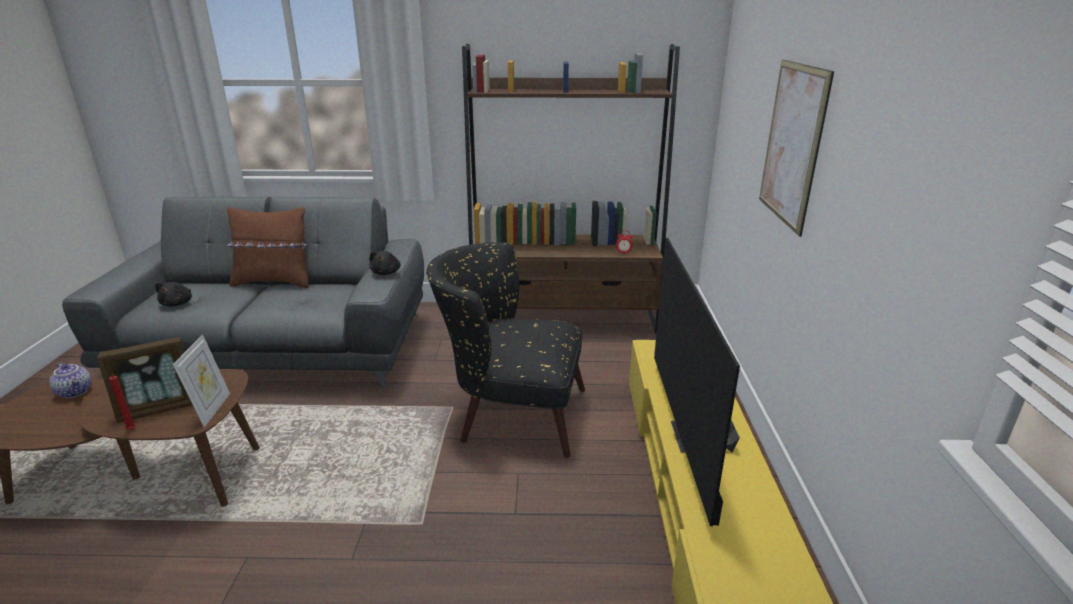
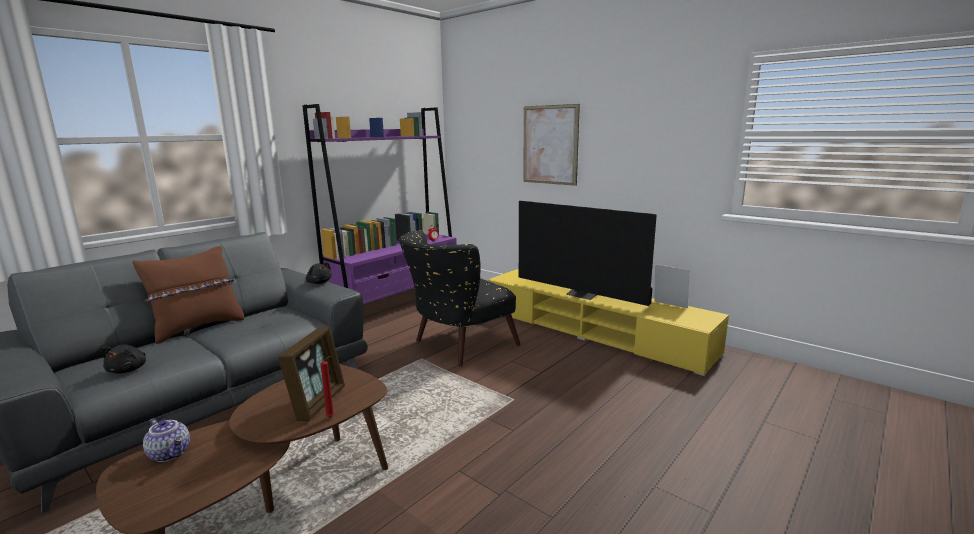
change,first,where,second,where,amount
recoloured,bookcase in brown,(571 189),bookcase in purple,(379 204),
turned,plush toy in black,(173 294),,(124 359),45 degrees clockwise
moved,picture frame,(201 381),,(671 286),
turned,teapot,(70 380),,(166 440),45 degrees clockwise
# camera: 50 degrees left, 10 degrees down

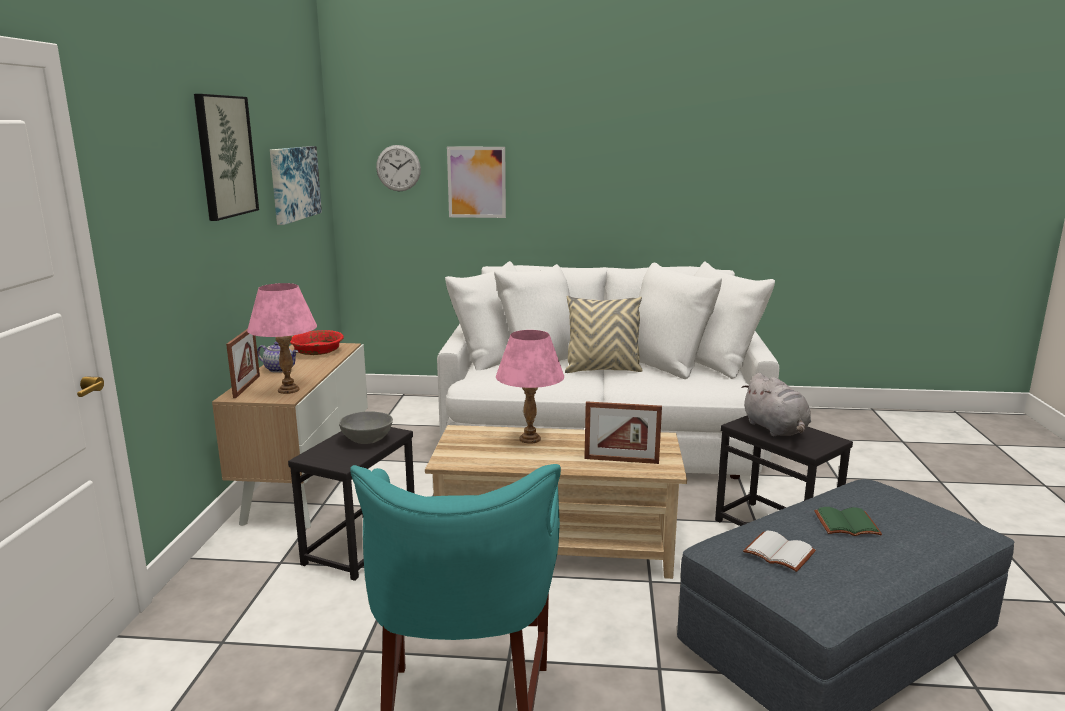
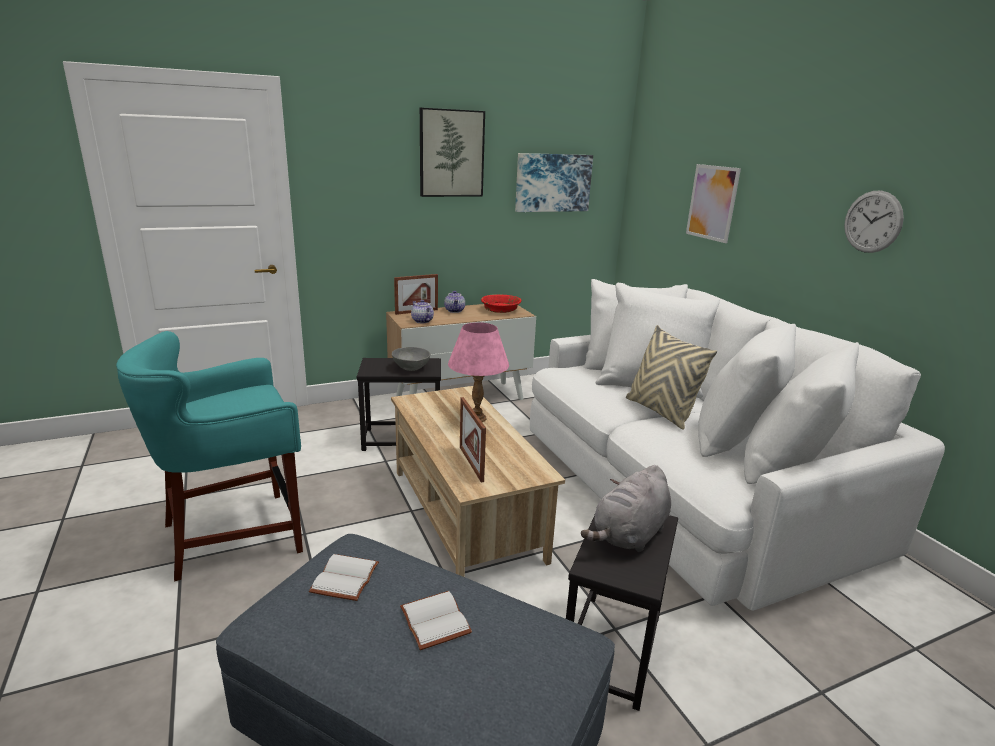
change,first,where,second,where,amount
moved,wall clock,(398 168),,(874 222),
replaced,table lamp in pink,(282 338),teapot,(422 311),
recoloured,book in green,(848 521),book in white,(436 620),
# camera: 60 degrees right, 5 degrees up

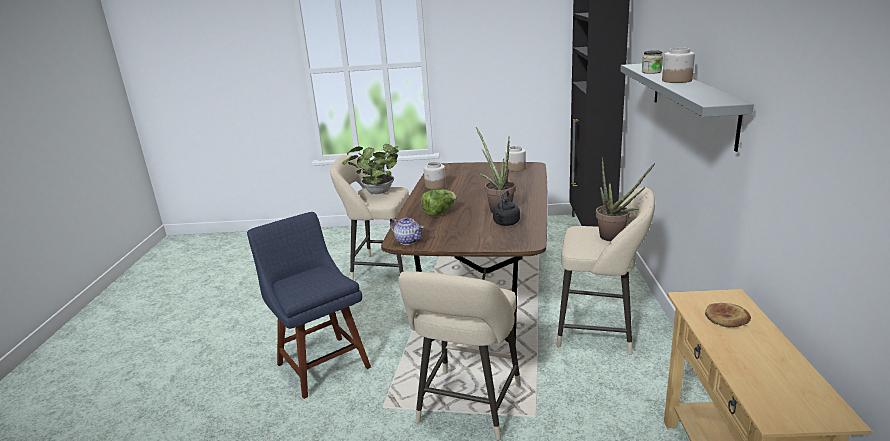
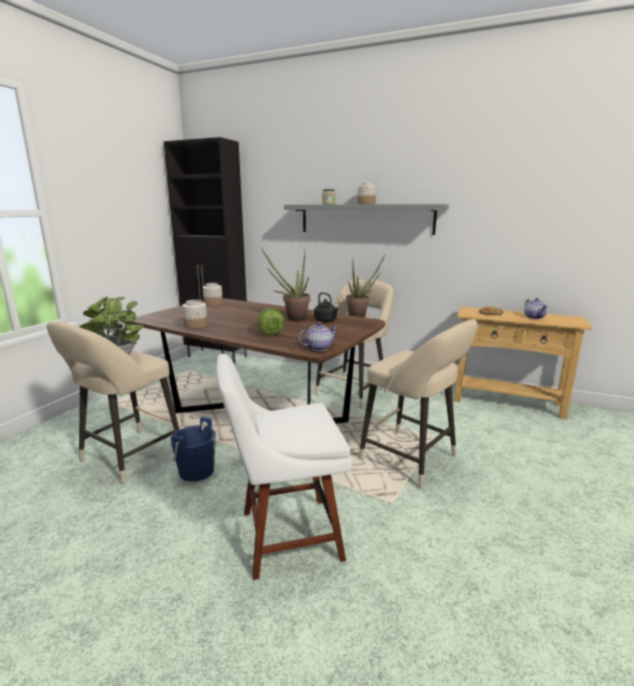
change,first,where,second,where,amount
recoloured,chair in blue,(309 305),chair in white,(284 467),
added,,,teapot,(536 308),
added,,,bucket in blue,(193 449),
# camera: 70 degrees left, 5 degrees down

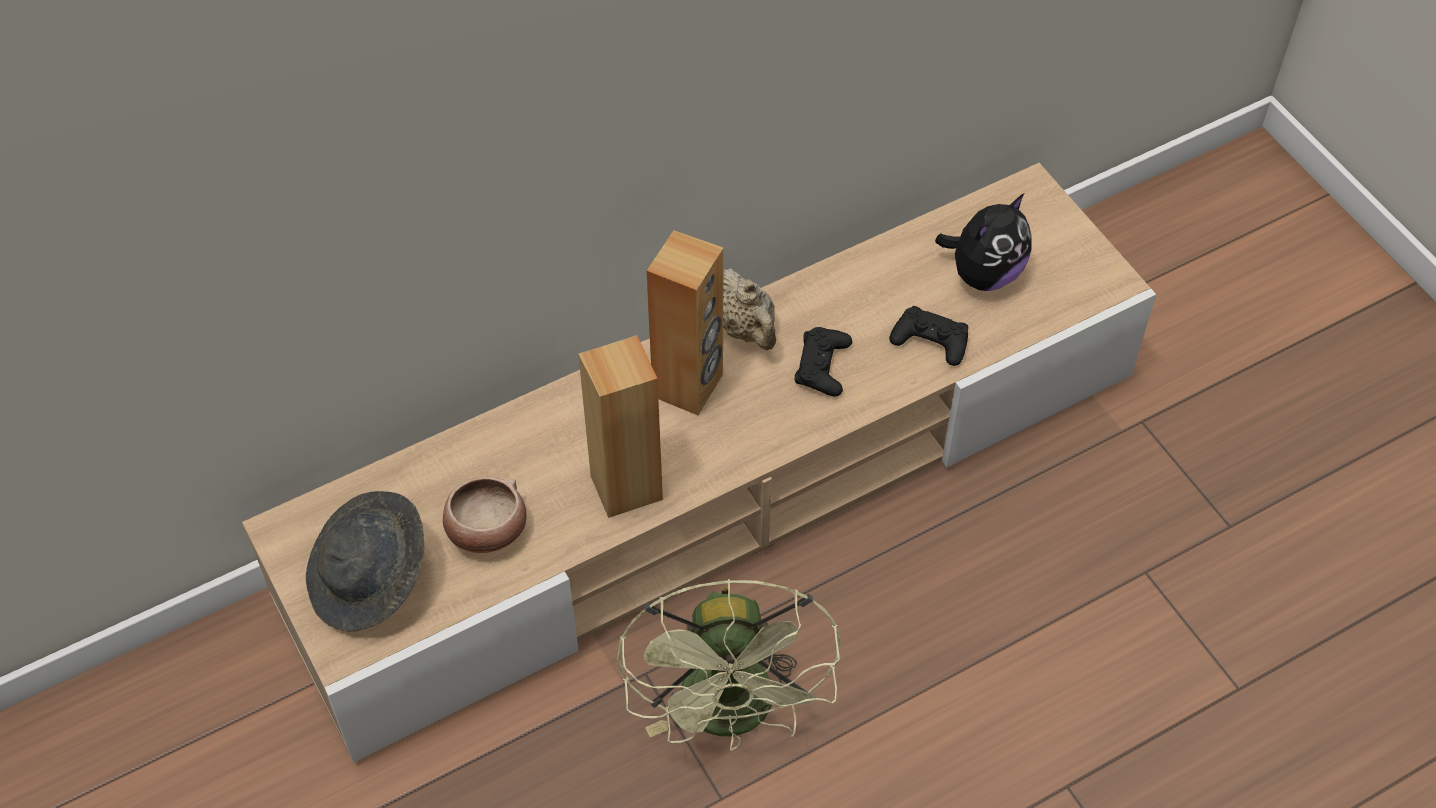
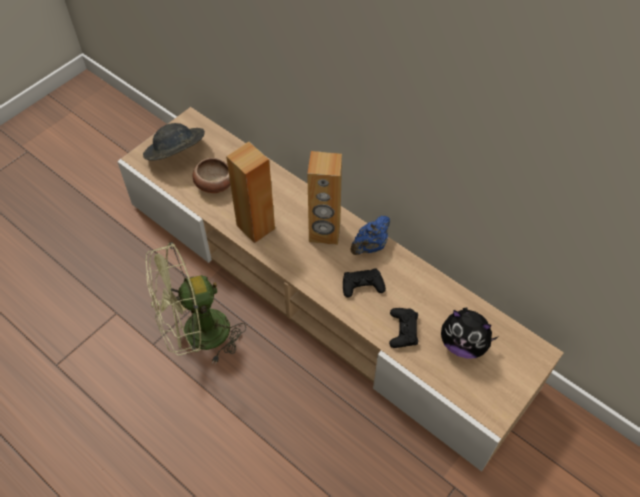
change,first,where,second,where,amount
recoloured,teapot in beige,(749 309),teapot in blue,(370 235),
# camera: 70 degrees right, 0 degrees up

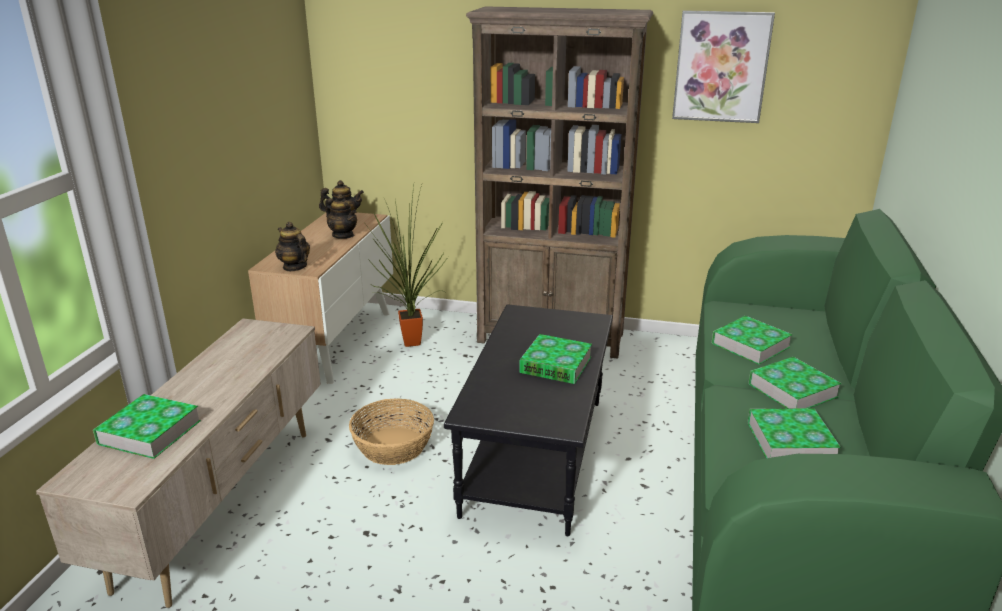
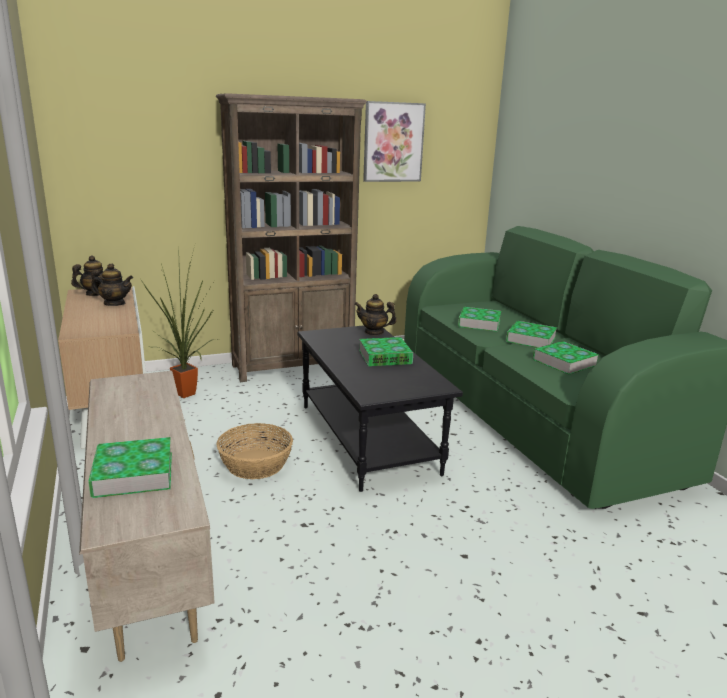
change,first,where,second,where,amount
moved,teapot,(292 246),,(376 315),
# camera: 35 degrees left, 5 degrees down

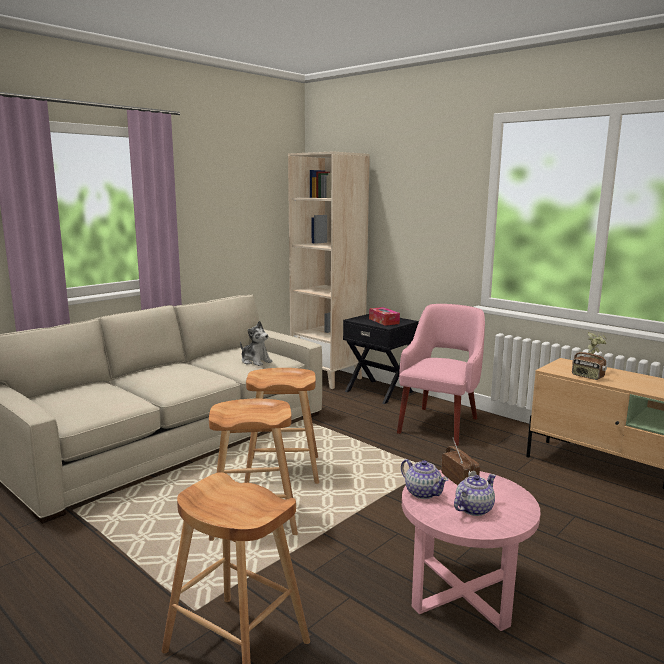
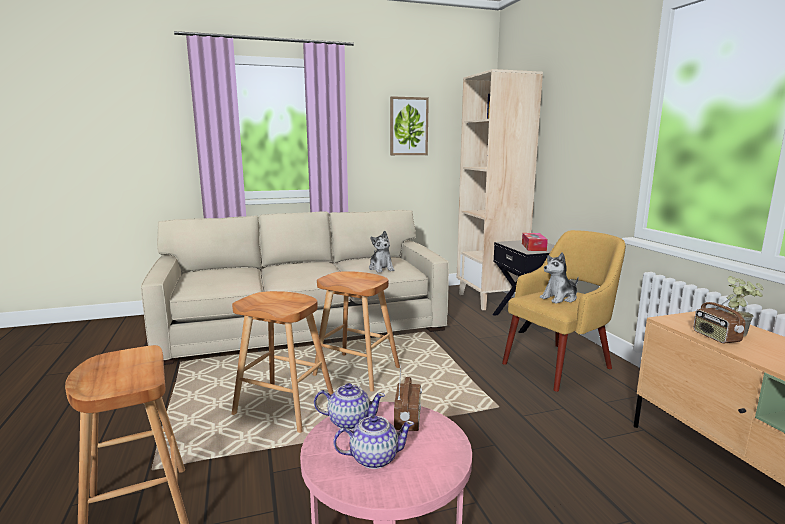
change,first,where,second,where,amount
recoloured,armchair in pink,(441 375),armchair in yellow,(564 311),
turned,teapot,(425 479),,(349 406),75 degrees counterclockwise
added,,,picture,(409 125),
added,,,plush toy,(559 278),
# camera: 30 degrees right, 0 degrees up

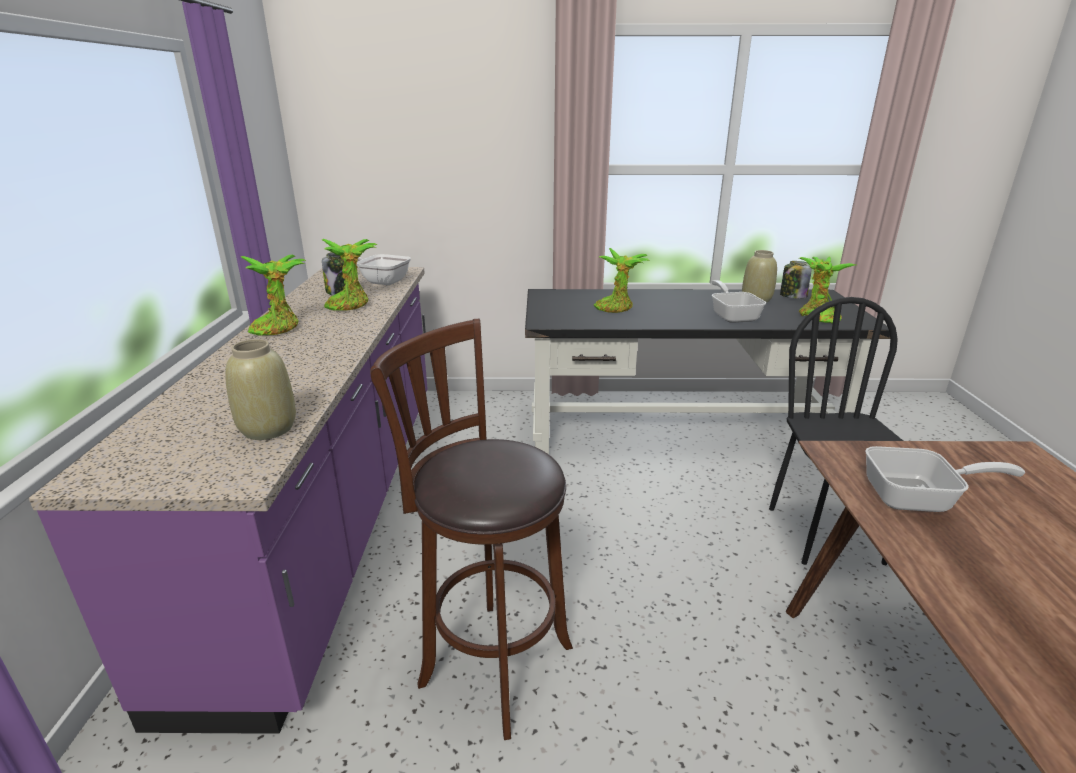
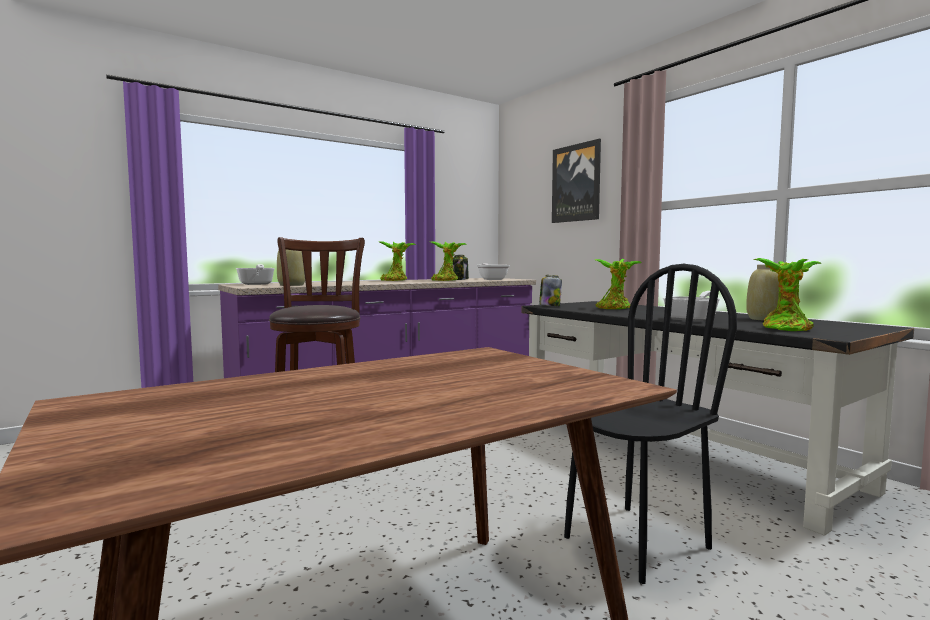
change,first,where,second,where,amount
moved,jar,(796 280),,(550 290),
moved,frying pan,(945 479),,(255 274),
added,,,picture,(576 181),
# camera: 55 degrees right, 20 degrees down

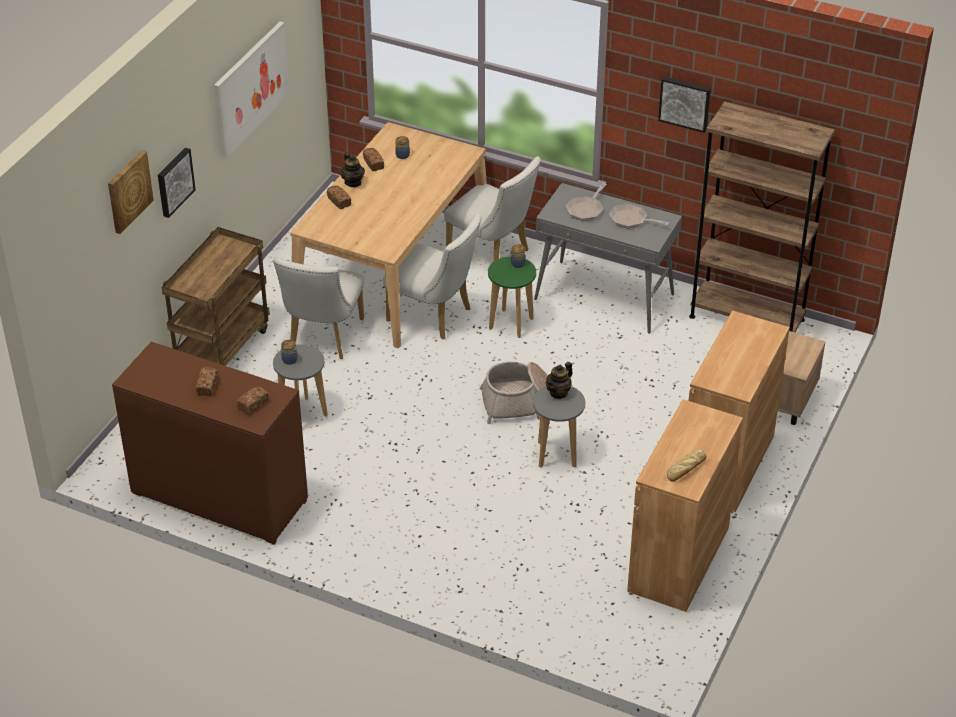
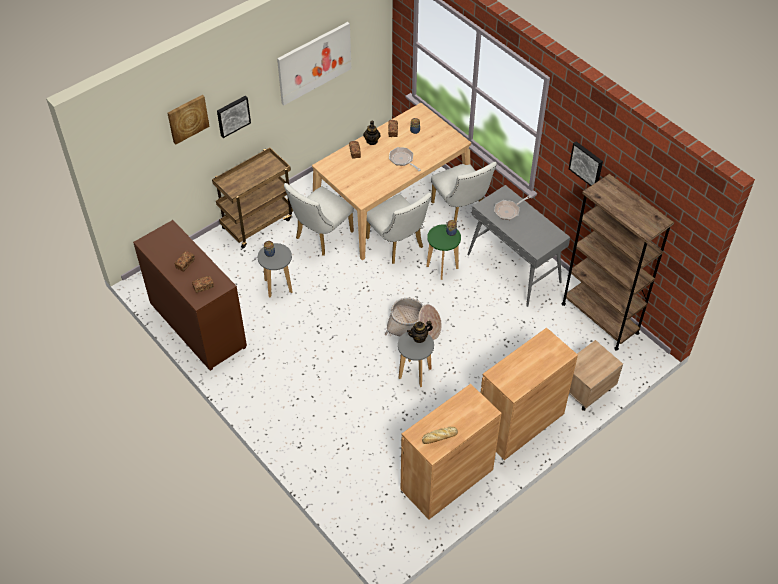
change,first,where,second,where,amount
moved,frying pan,(639 216),,(405 159),
# camera: 25 degrees right, 10 degrees up

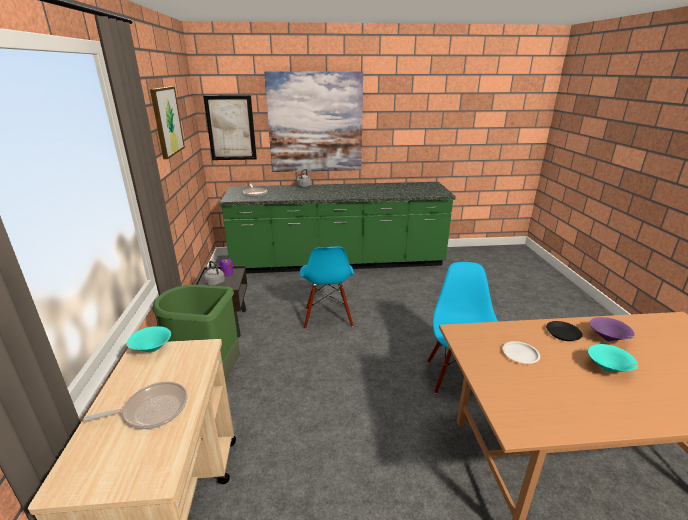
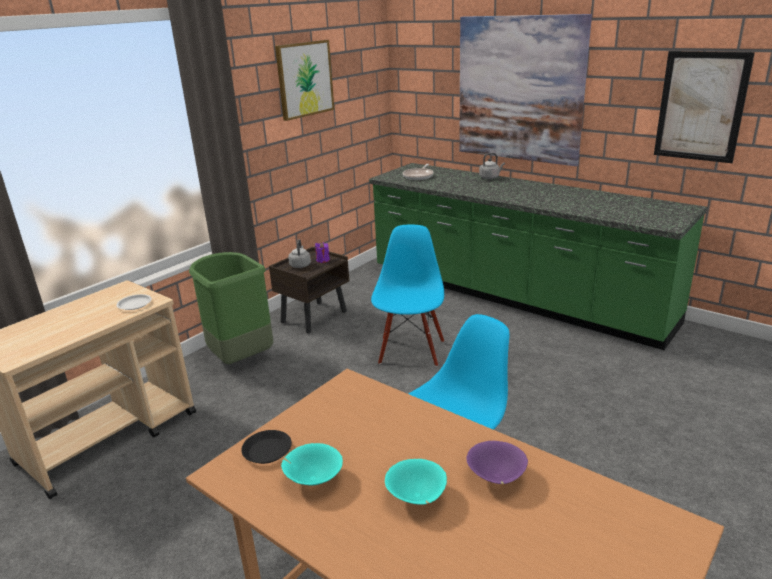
change,first,where,second,where,amount
moved,picture,(230 127),,(704 107),
turned,chair in blue,(327 287),,(407 296),150 degrees clockwise
moved,plate in black,(564 331),,(266 447),
moved,bowl in turquoise,(148 339),,(312 464),
moved,plate in white,(521 352),,(134 302),
removed,frying pan,(135 405),,,
# camera: 45 degrees right, 0 degrees up

